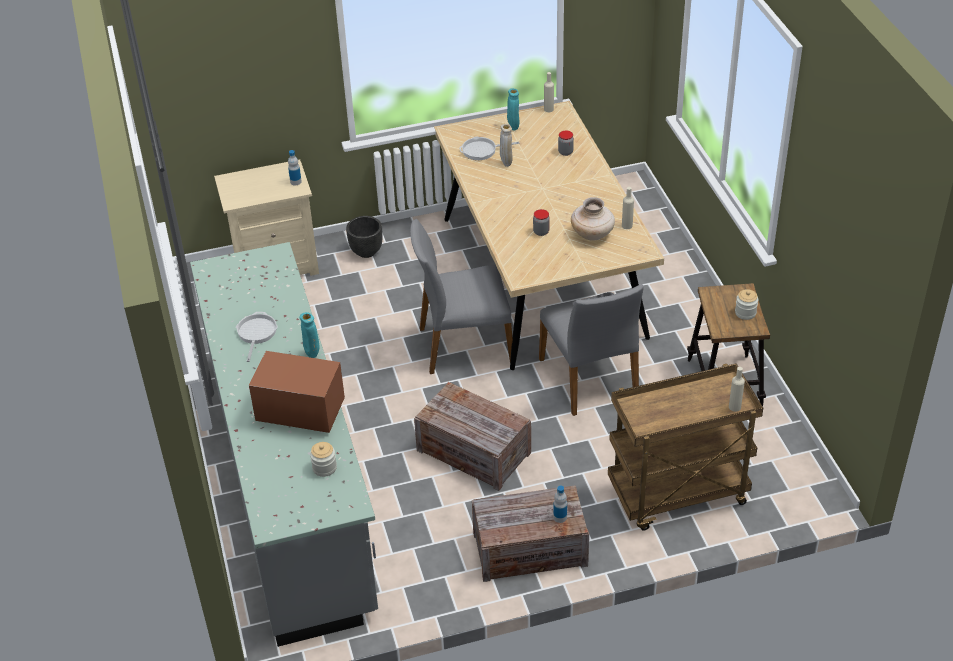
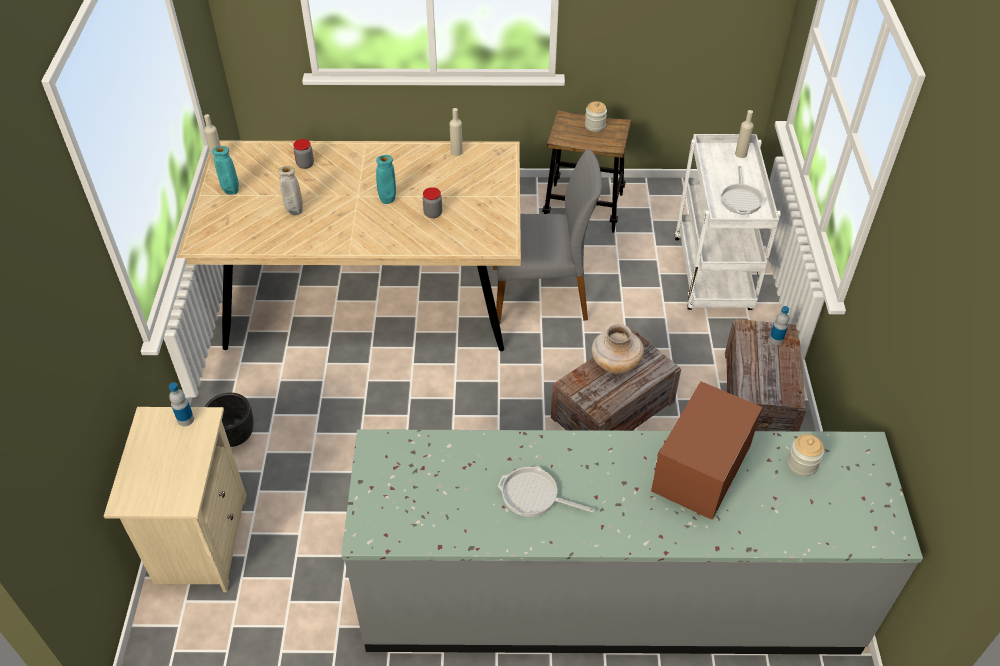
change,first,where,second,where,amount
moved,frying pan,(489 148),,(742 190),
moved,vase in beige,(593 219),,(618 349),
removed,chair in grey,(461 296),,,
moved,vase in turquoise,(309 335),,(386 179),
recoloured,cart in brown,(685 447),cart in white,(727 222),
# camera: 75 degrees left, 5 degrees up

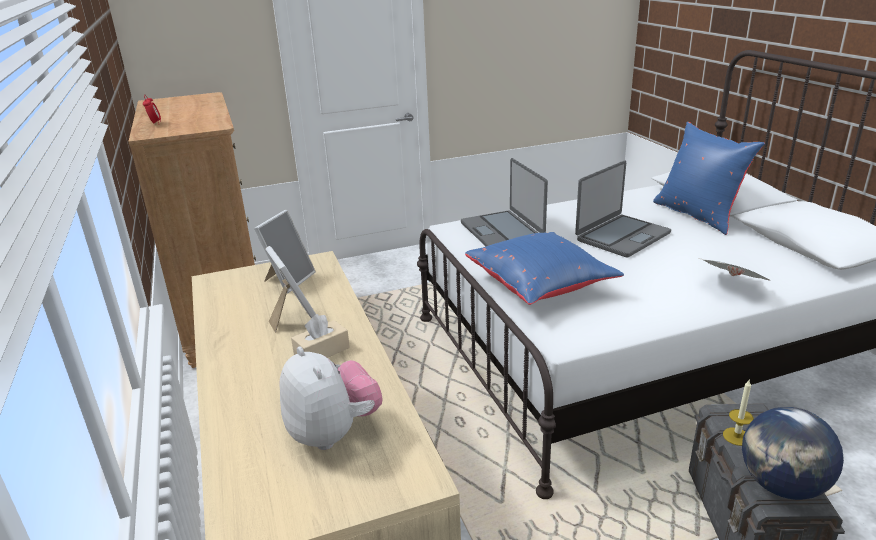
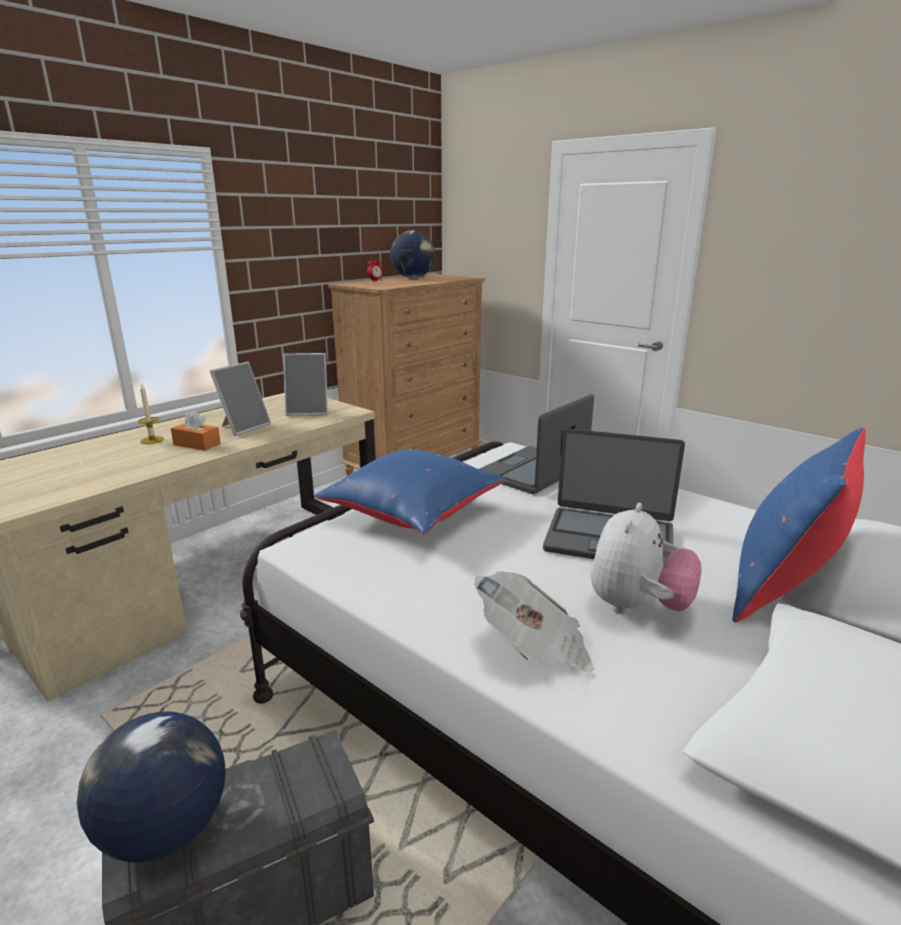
change,first,where,second,where,amount
recoloured,tissue box in beige,(320 336),tissue box in orange,(196 430),
moved,plush toy,(331 398),,(646 558),
moved,candle,(738 412),,(151 413),
added,,,globe,(412 254),
# camera: 60 degrees right, 5 degrees down

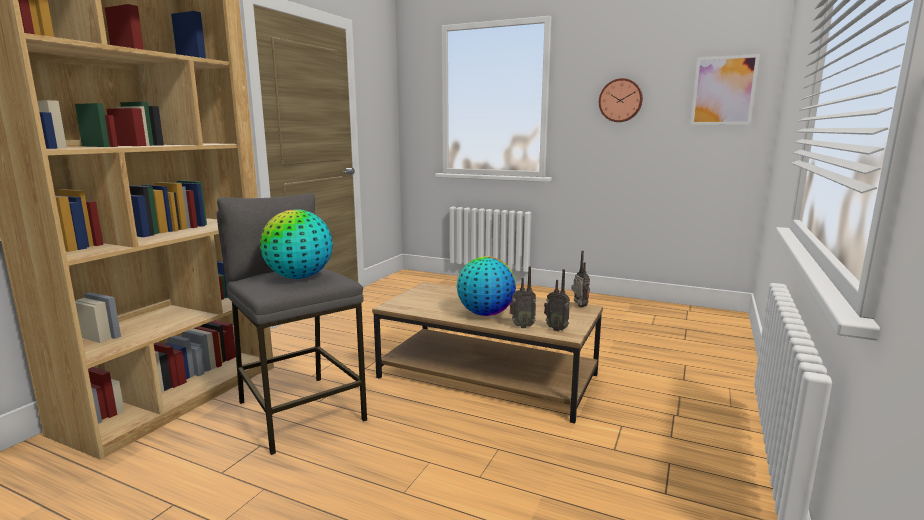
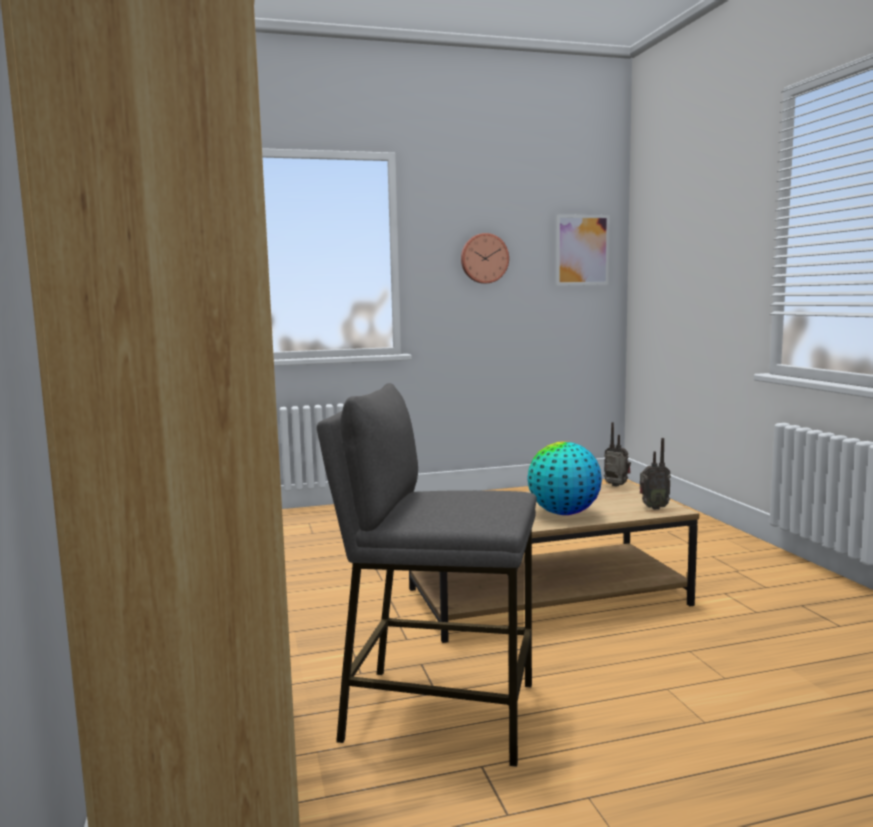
change,first,where,second,where,amount
removed,globe,(296 244),,,
removed,radio,(522 297),,,
# camera: 40 degrees left, 5 degrees down

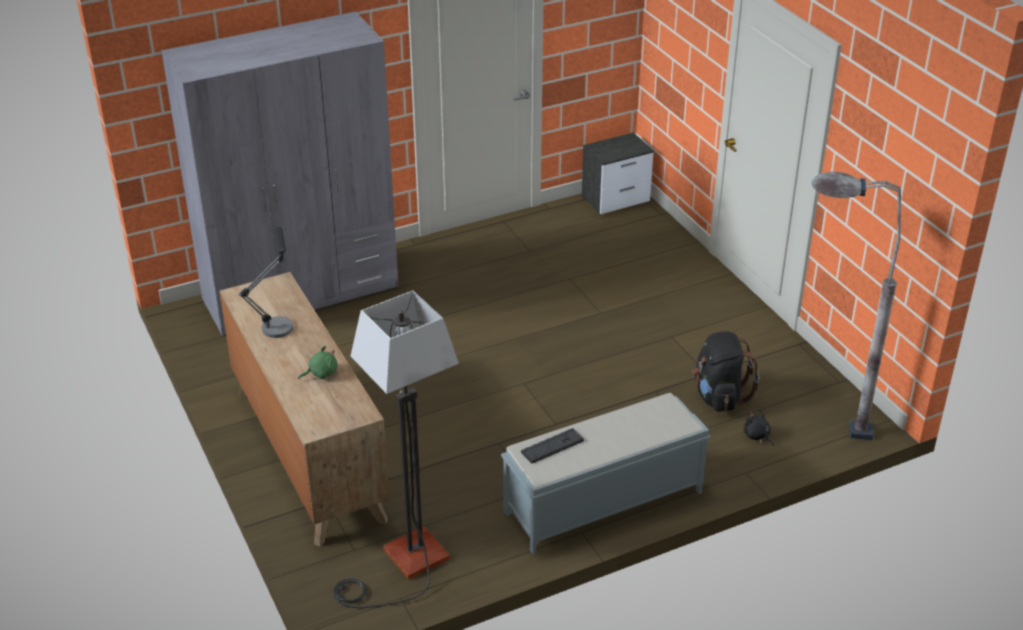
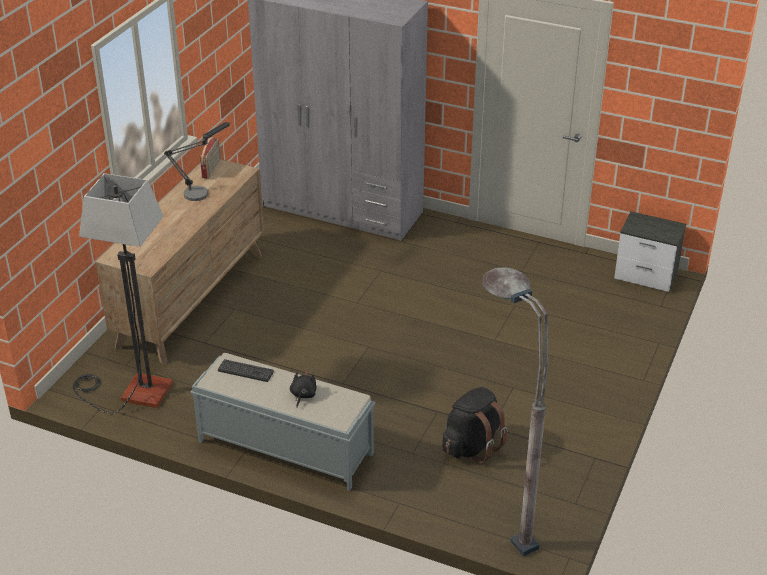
change,first,where,second,where,amount
removed,plush toy in green,(318 362),,,
moved,plush toy in black,(759 428),,(303 389),
added,,,radio,(210 158),
# camera: 50 degrees right, 0 degrees up

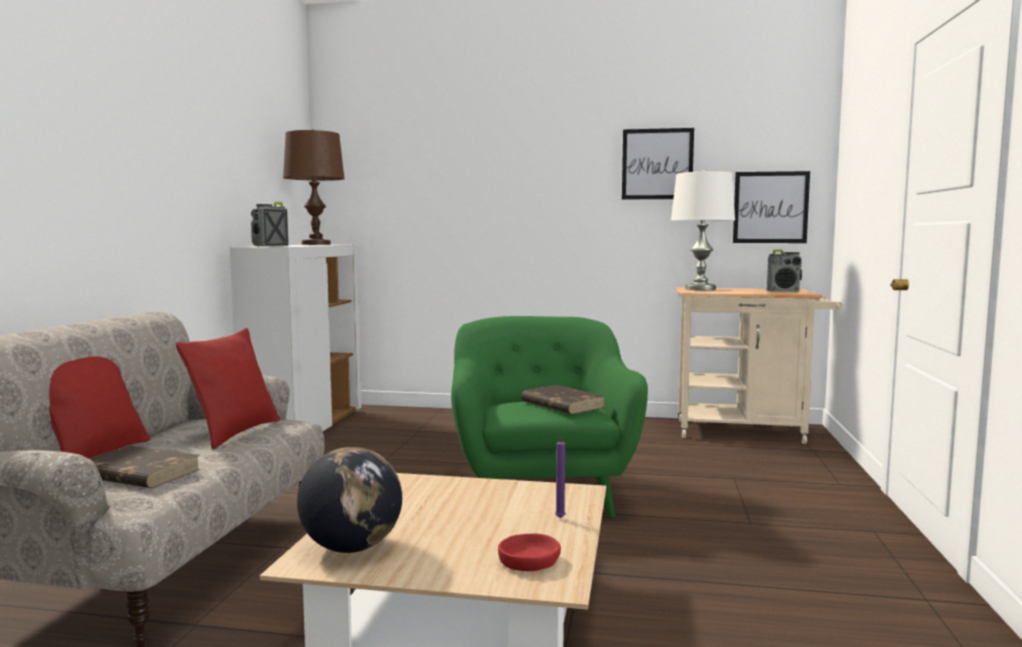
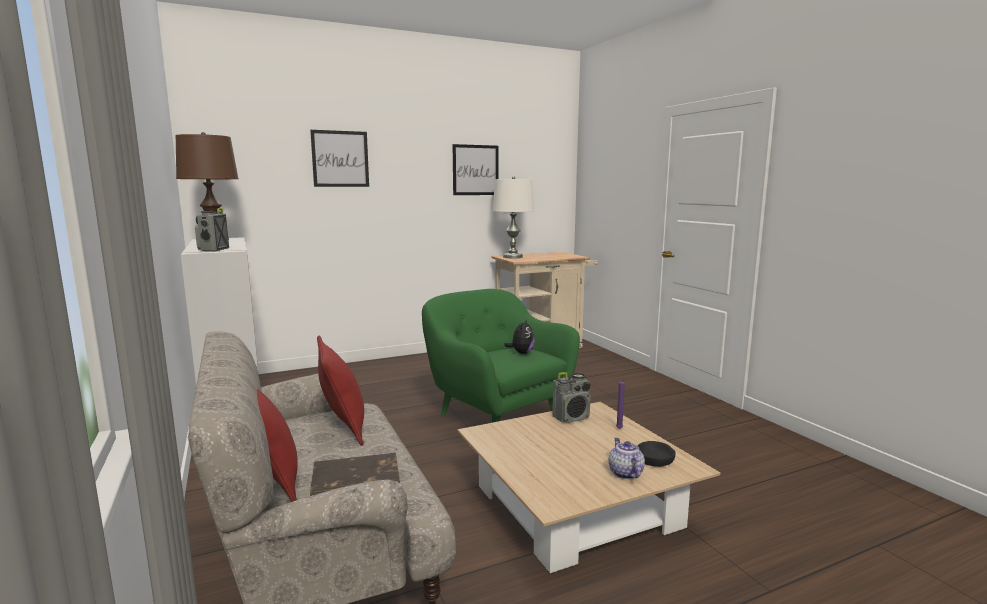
change,first,where,second,where,amount
moved,picture,(771 207),,(339 158),
moved,radio,(784 270),,(571 397),
replaced,book in brown,(563 399),plush toy,(519 336),
removed,globe,(349 500),,,
recoloured,bowl in red,(529 552),bowl in black,(656 454),
added,,,teapot,(627 458),
# camera: 35 degrees left, 5 degrees up

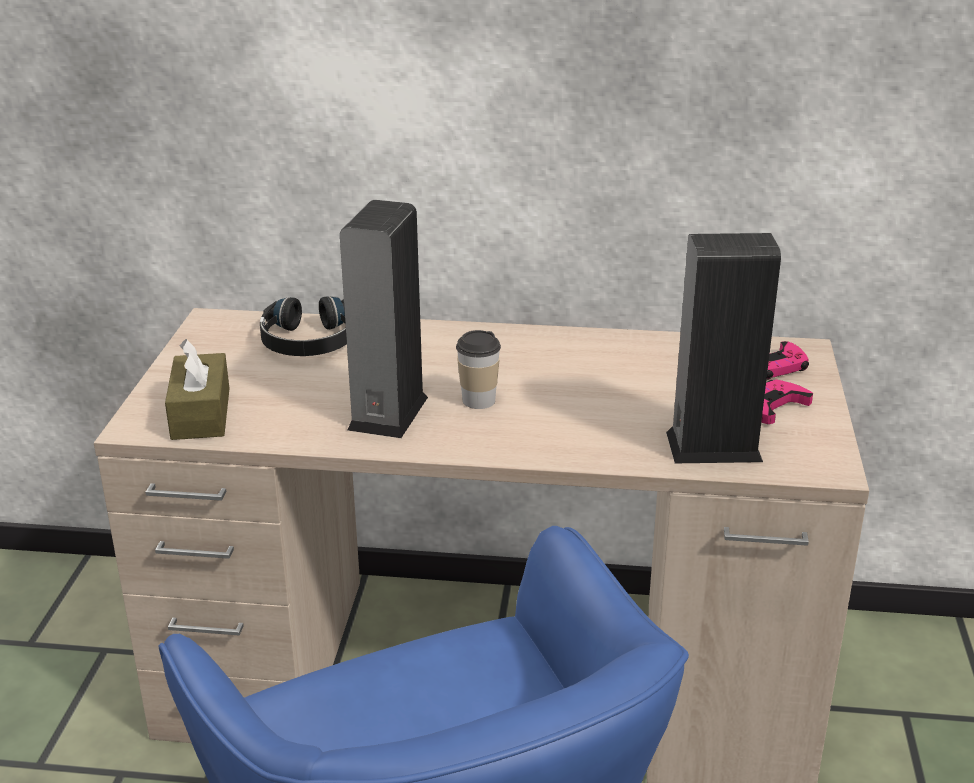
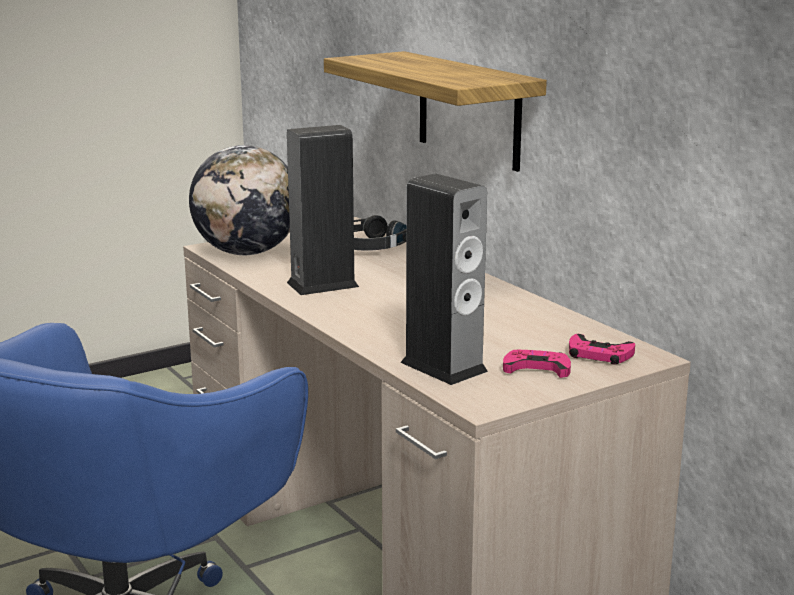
change,first,where,second,where,amount
removed,cup,(478 369),,,
replaced,tissue box in brown,(197 389),globe,(239 200),
added,,,shelf,(435 111),
# camera: 50 degrees right, 10 degrees down

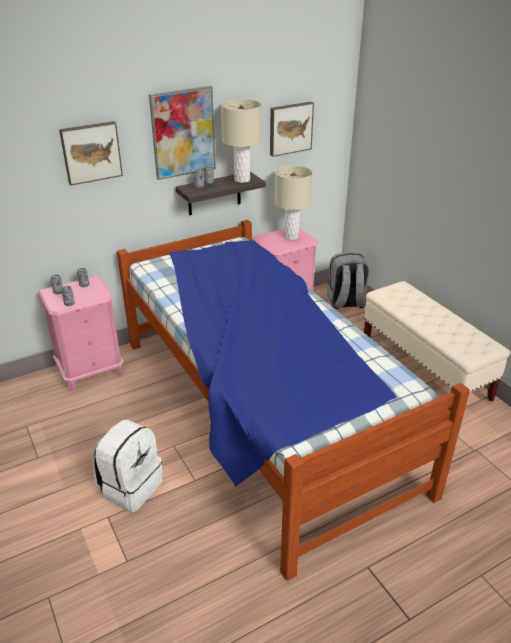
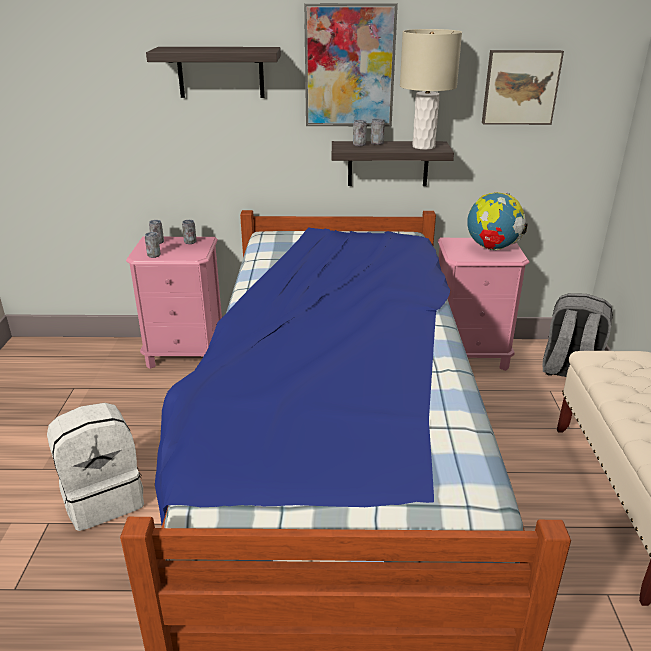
change,first,where,second,where,amount
replaced,picture,(91 153),shelf,(213 72),
replaced,table lamp in beige,(293 202),globe,(497 221),
# camera: 30 degrees right, 5 degrees down

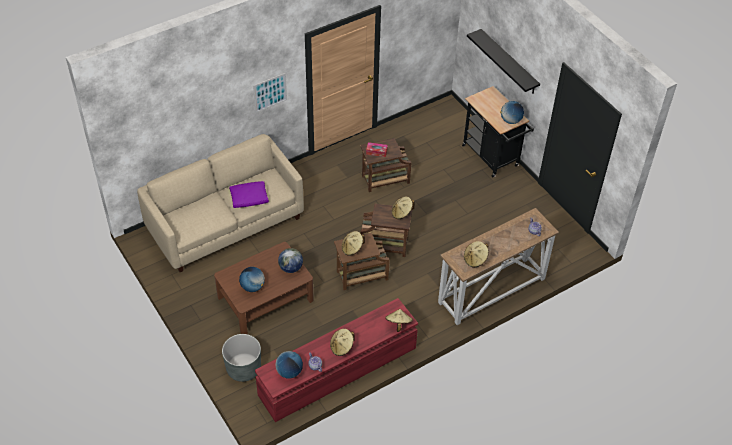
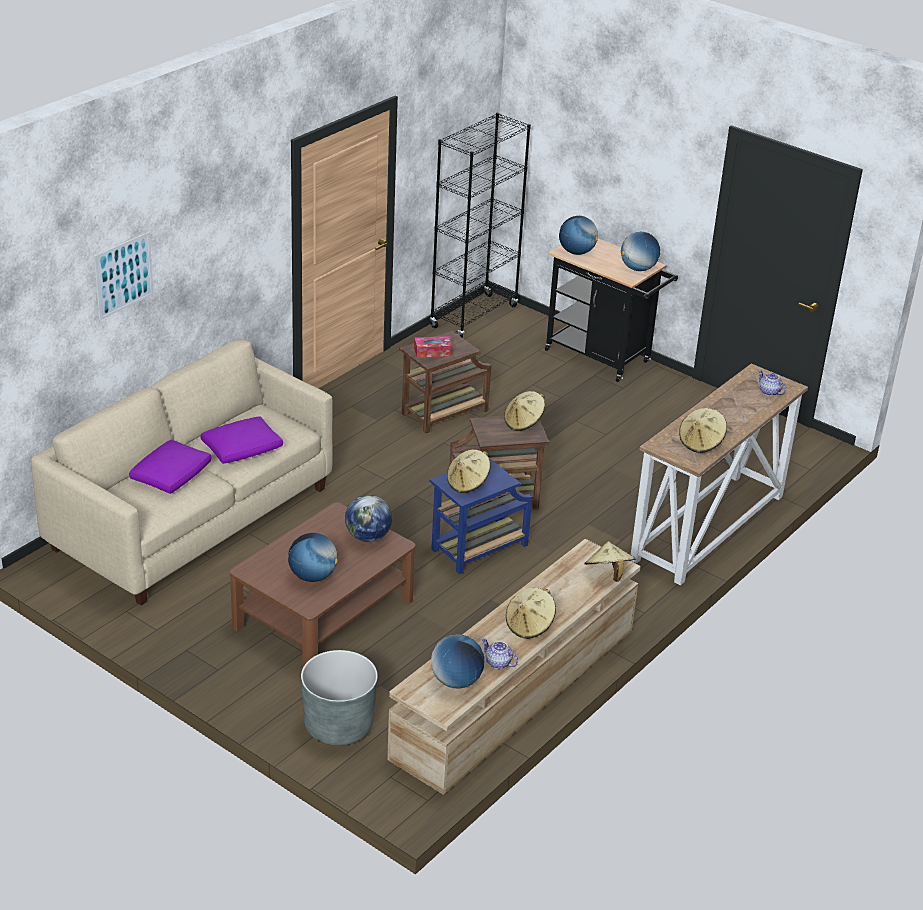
change,first,where,second,where,amount
removed,shelf in black,(503 61),,,
moved,picture,(270 93),,(124 276),
recoloured,side table in brown,(362 261),side table in blue,(481 516),
recoloured,tv stand in red,(336 360),tv stand in beige,(514 667),
added,,,bookcase in black,(480 225),
added,,,globe,(578 235),
added,,,pillow in purple,(170 467),
# camera: 20 degrees left, 15 degrees down

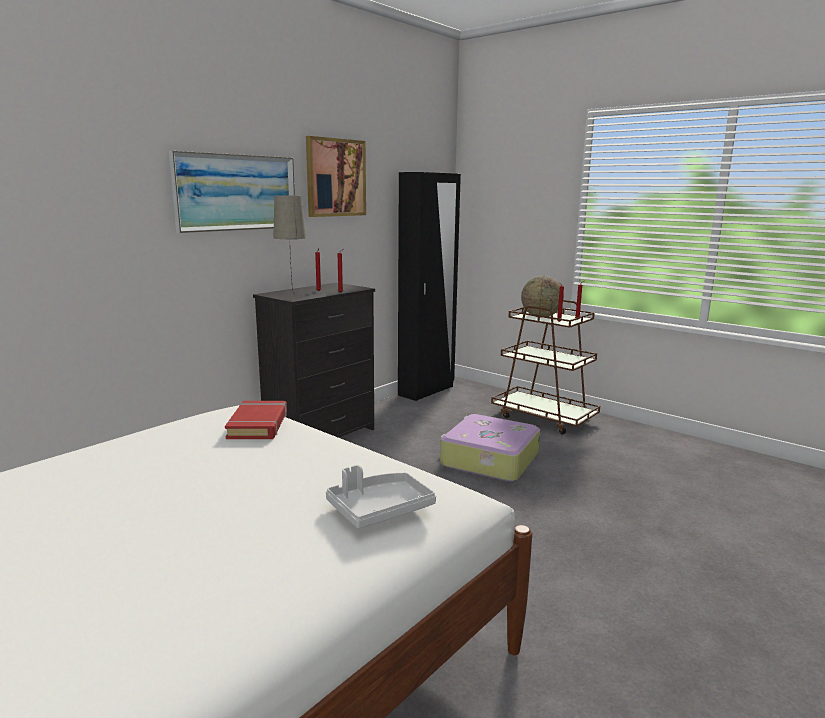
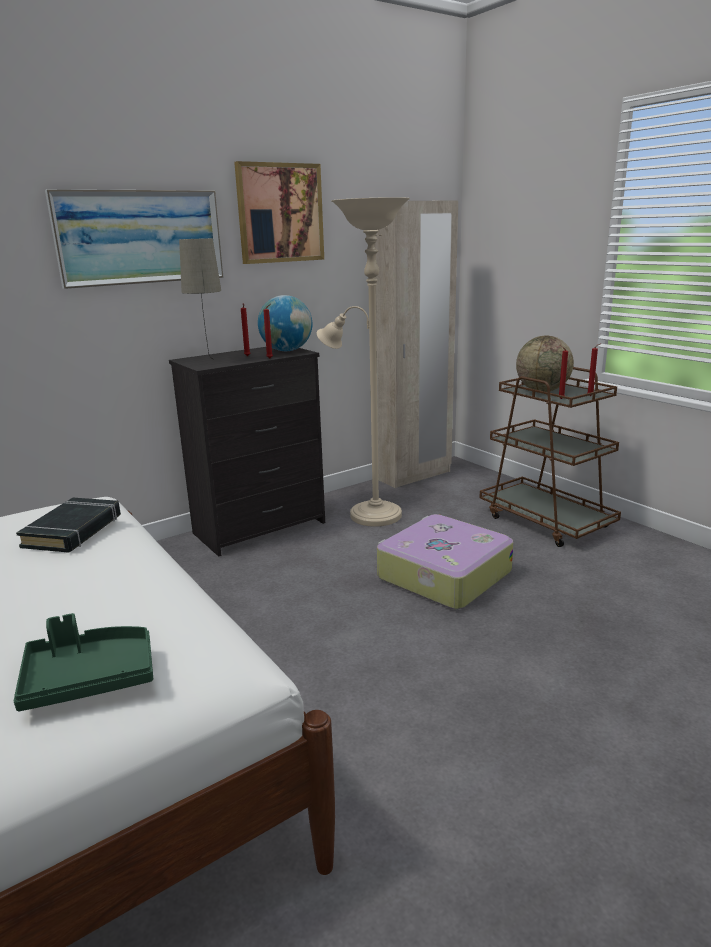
change,first,where,second,where,amount
recoloured,wardrobe in black,(429 286),wardrobe in beige,(416 344),
recoloured,book in red,(256 420),book in black,(68 525),
recoloured,tray in grey,(381 497),tray in green,(83 662),
added,,,floor lamp in beige,(363 362),
added,,,globe,(285 323),
# camera: 15 degrees right, 5 degrees up

